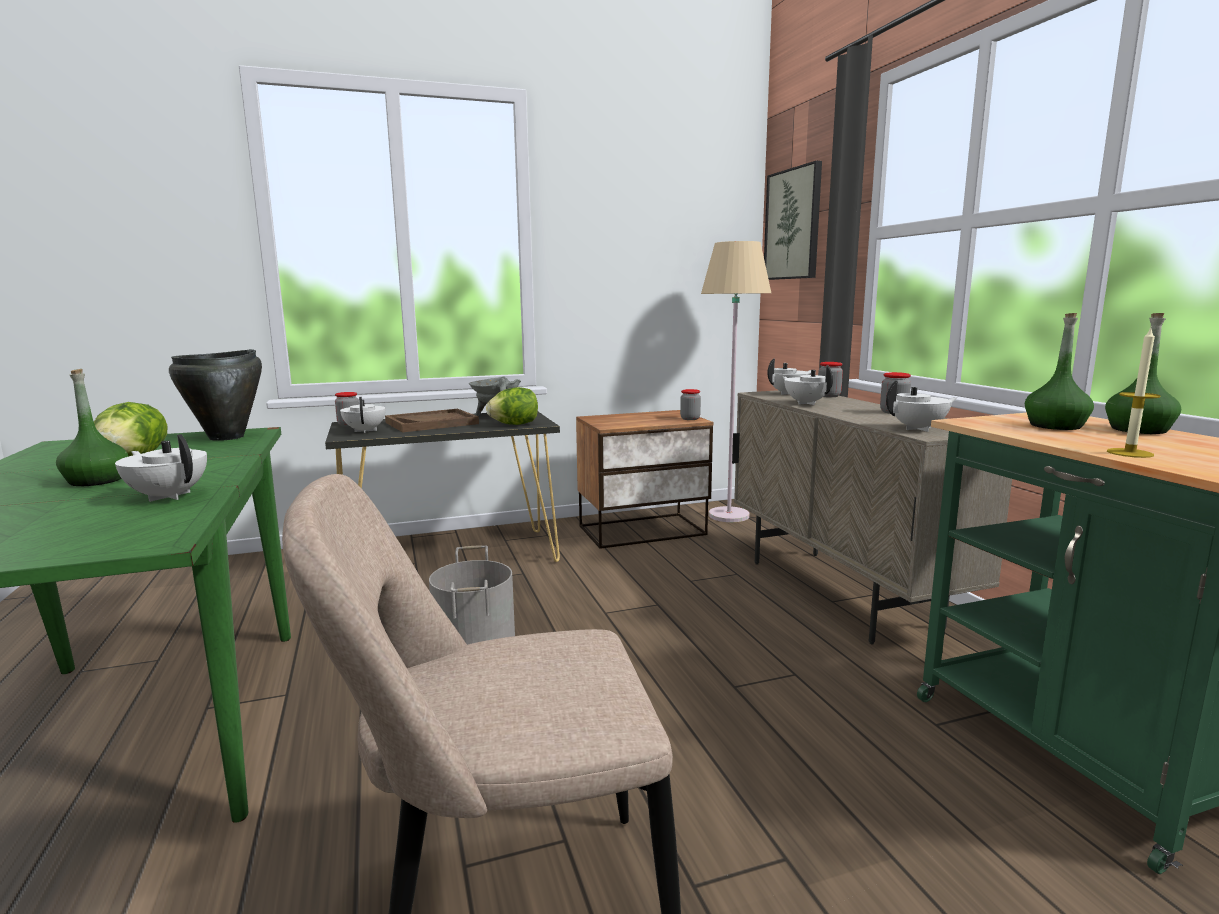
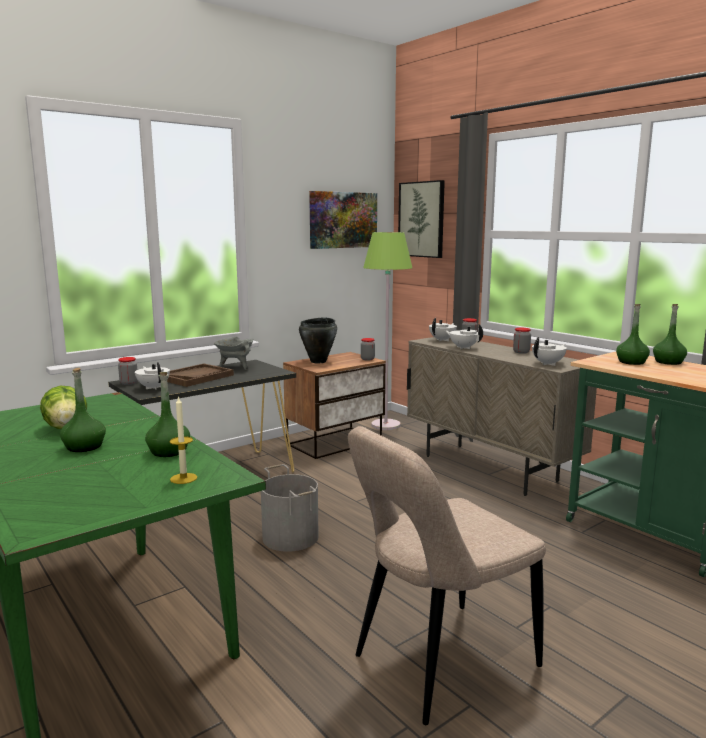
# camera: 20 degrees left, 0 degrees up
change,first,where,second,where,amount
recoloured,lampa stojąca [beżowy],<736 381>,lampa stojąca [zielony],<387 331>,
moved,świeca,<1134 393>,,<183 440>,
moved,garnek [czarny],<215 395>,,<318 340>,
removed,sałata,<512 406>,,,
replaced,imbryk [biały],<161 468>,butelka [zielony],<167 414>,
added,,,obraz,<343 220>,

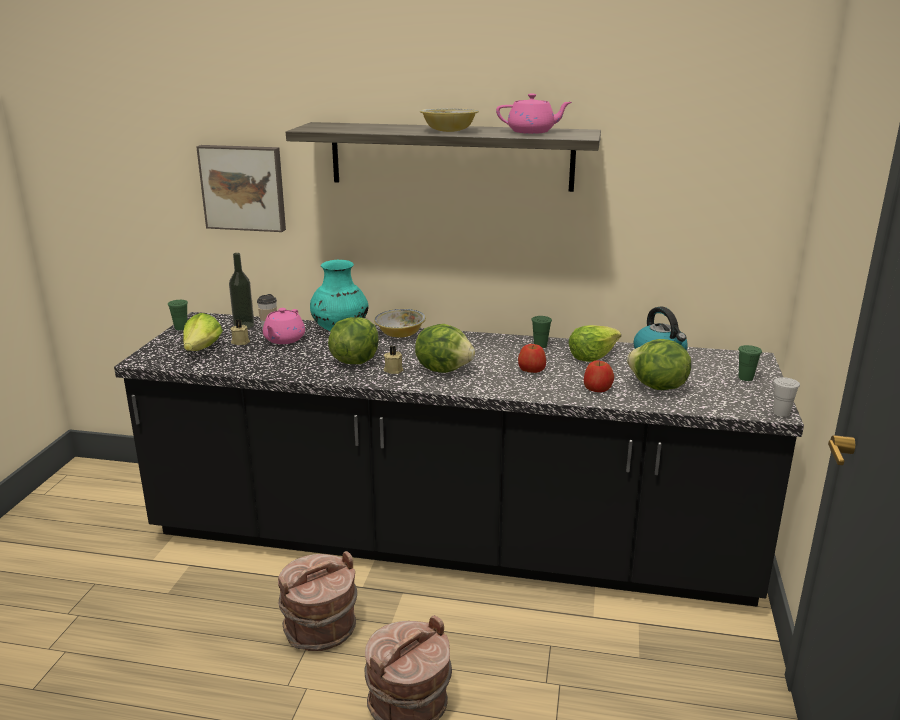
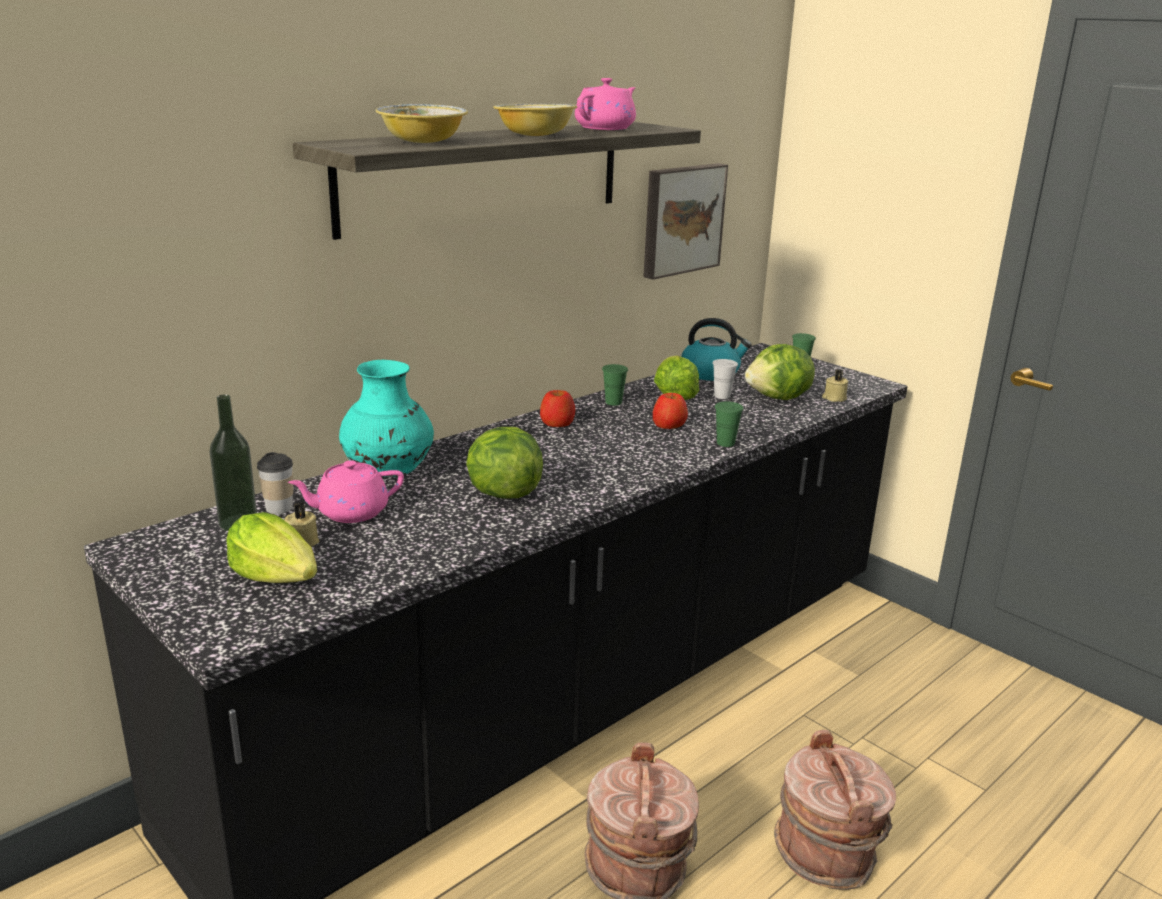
# camera: 55 degrees left, 0 degrees up
change,first,where,second,where,amount
moved,obraz,<241 188>,,<685 221>,
moved,filiżanka [zielony],<178 315>,,<729 424>,
turned,imbryk [różowy],<284 326>,,<346 491>,105 degrees clockwise
moved,miska,<400 323>,,<422 123>,
removed,sałata,<445 348>,,,
moved,świeca [beżowy],<393 360>,,<835 385>,
moved,jabłko,<599 376>,,<557 408>,
moved,filiżanka [biały],<786 397>,,<725 379>,

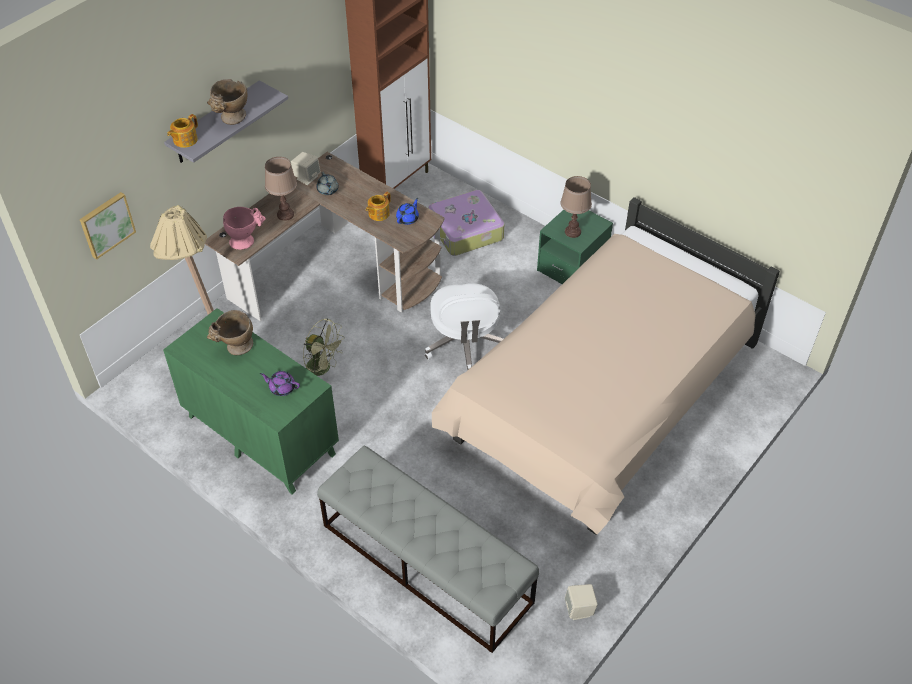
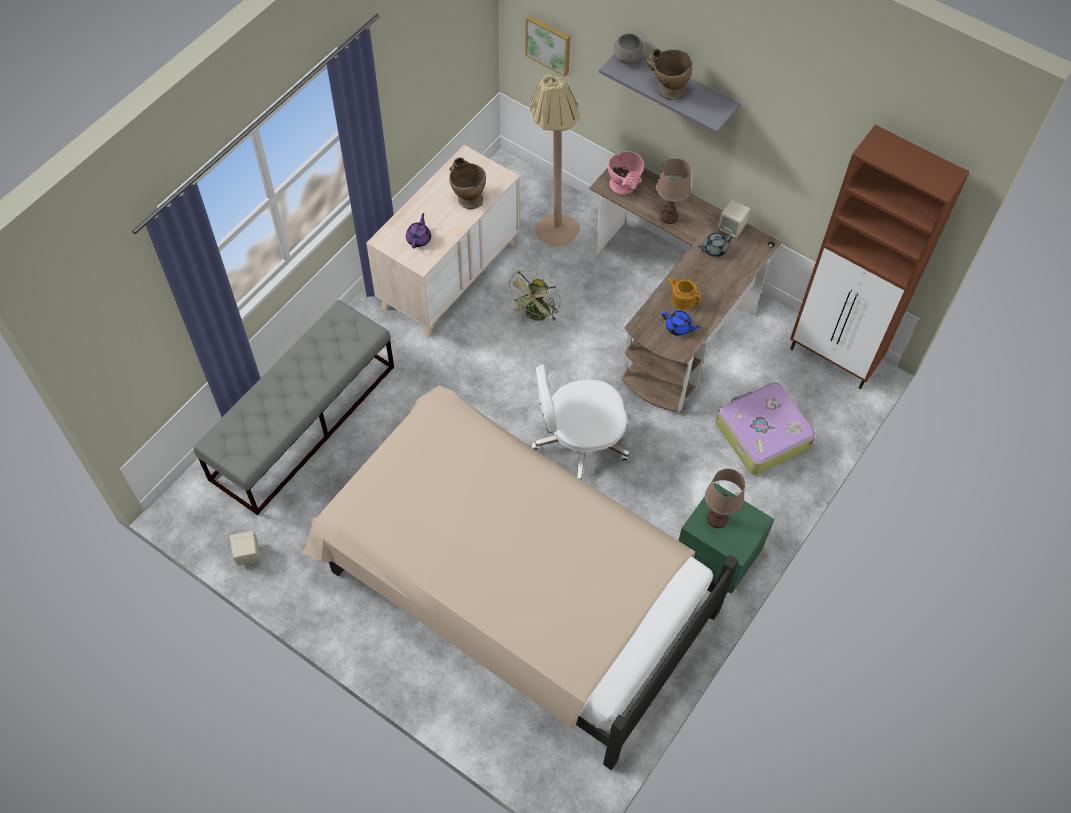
# camera: 85 degrees right, 10 degrees up
change,first,where,second,where,amount
replaced,imbryk,<182 131>,miska [szary],<628 49>,
recoloured,komoda [zielony],<251 401>,komoda [beżowy],<443 241>,

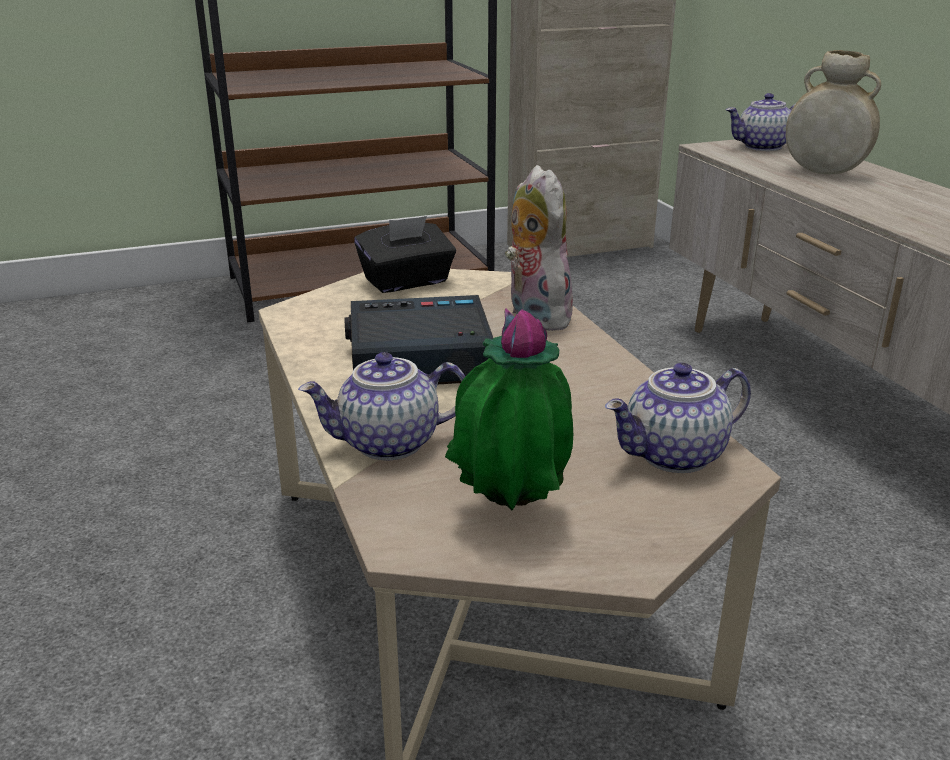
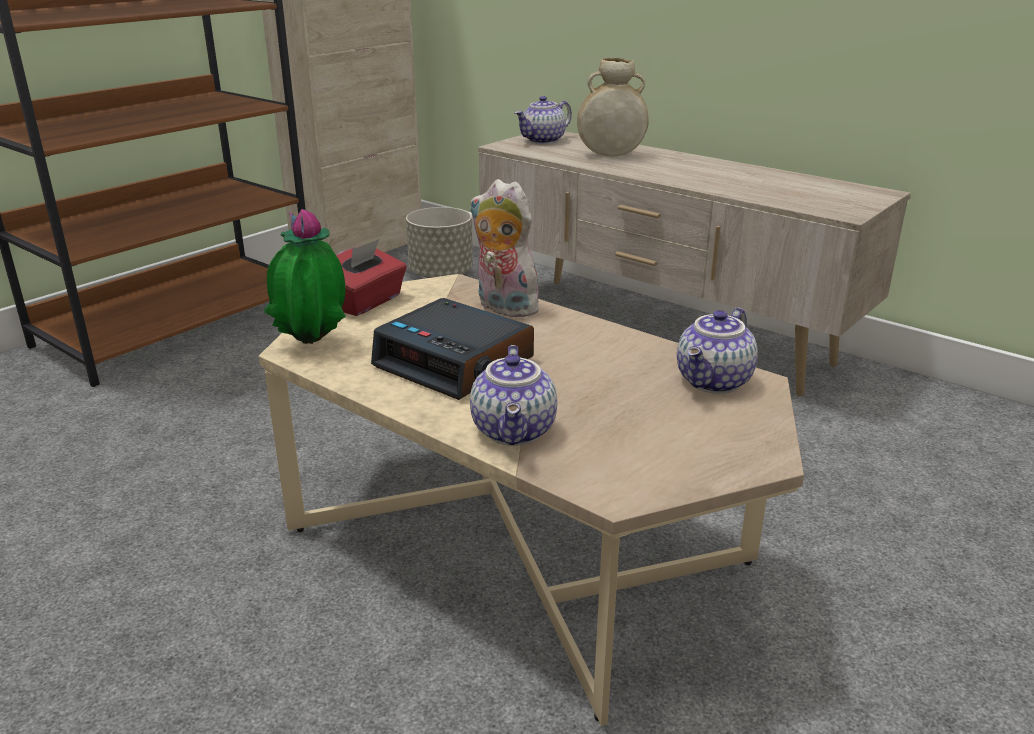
# camera: 30 degrees left, 0 degrees up
change,first,where,second,where,amount
recoloured,pudełko chusteczek [czarny],<405 254>,pudełko chusteczek [czerwony],<371 277>,
turned,budzik,<418 339>,,<452 349>,105 degrees counterclockwise
moved,roślina doniczkowa,<509 409>,,<305 276>,
turned,imbryk,<382 406>,,<513 395>,45 degrees counterclockwise
added,,,donica [szary],<439 242>,

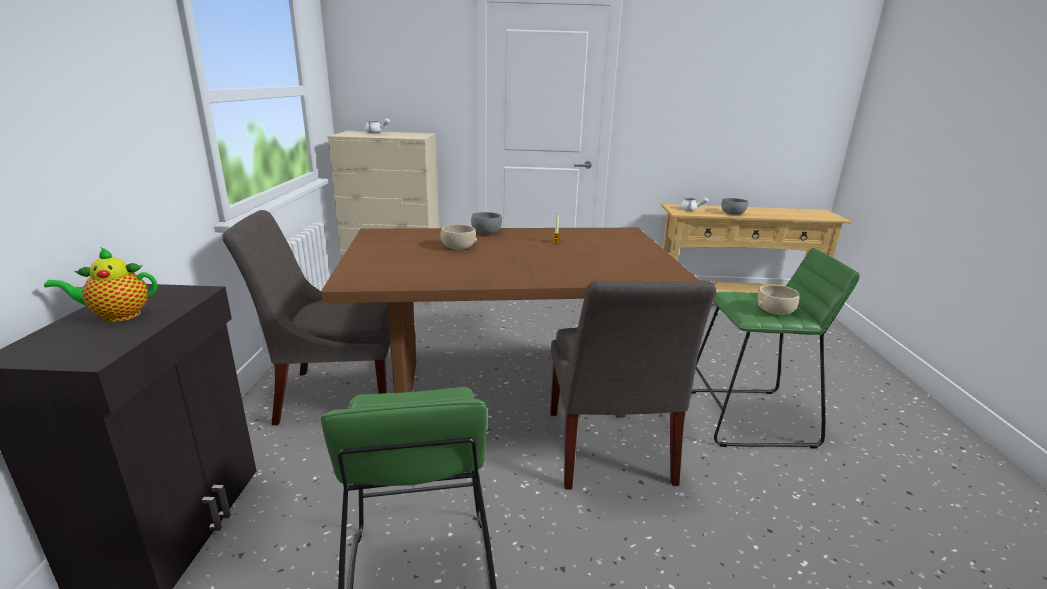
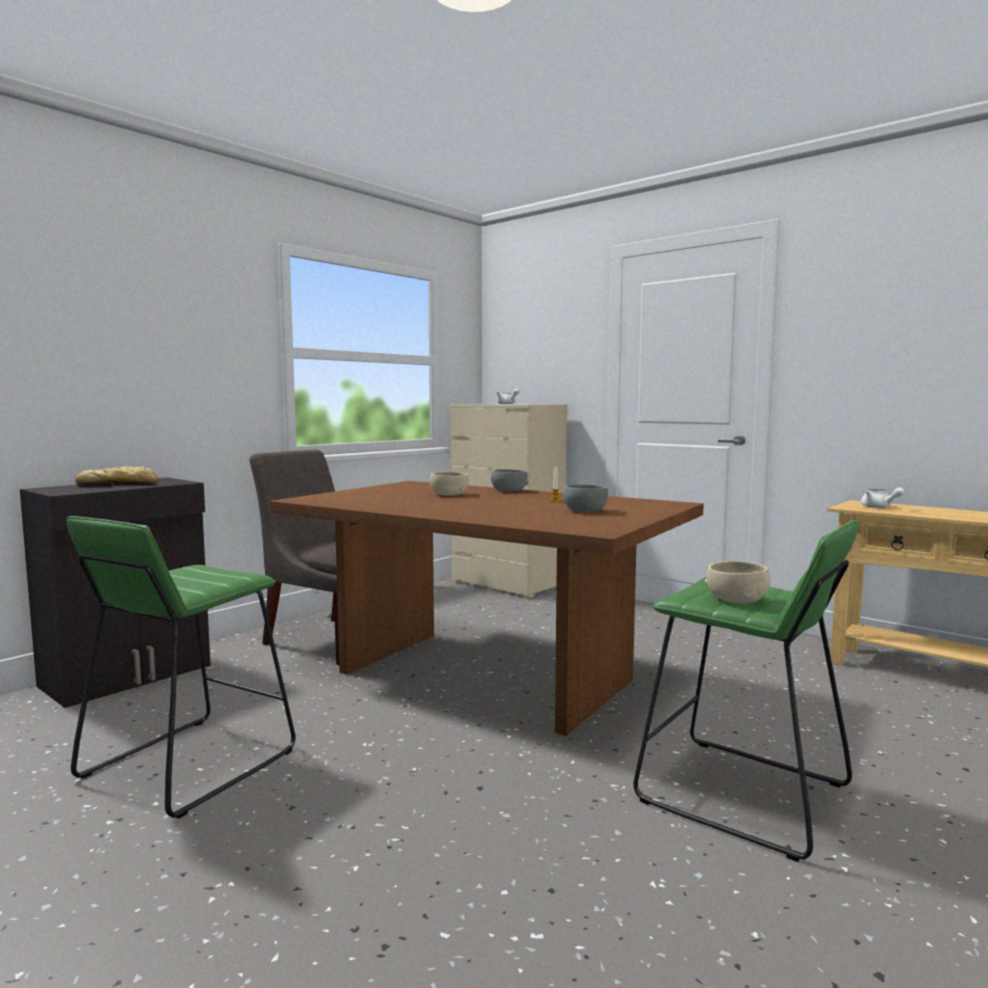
# camera: 40 degrees right, 15 degrees down
change,first,where,second,where,amount
moved,miska [szary],<735 206>,,<585 498>,
replaced,imbryk,<100 284>,chleb,<116 476>,
removed,krzesło [szary],<633 385>,,,

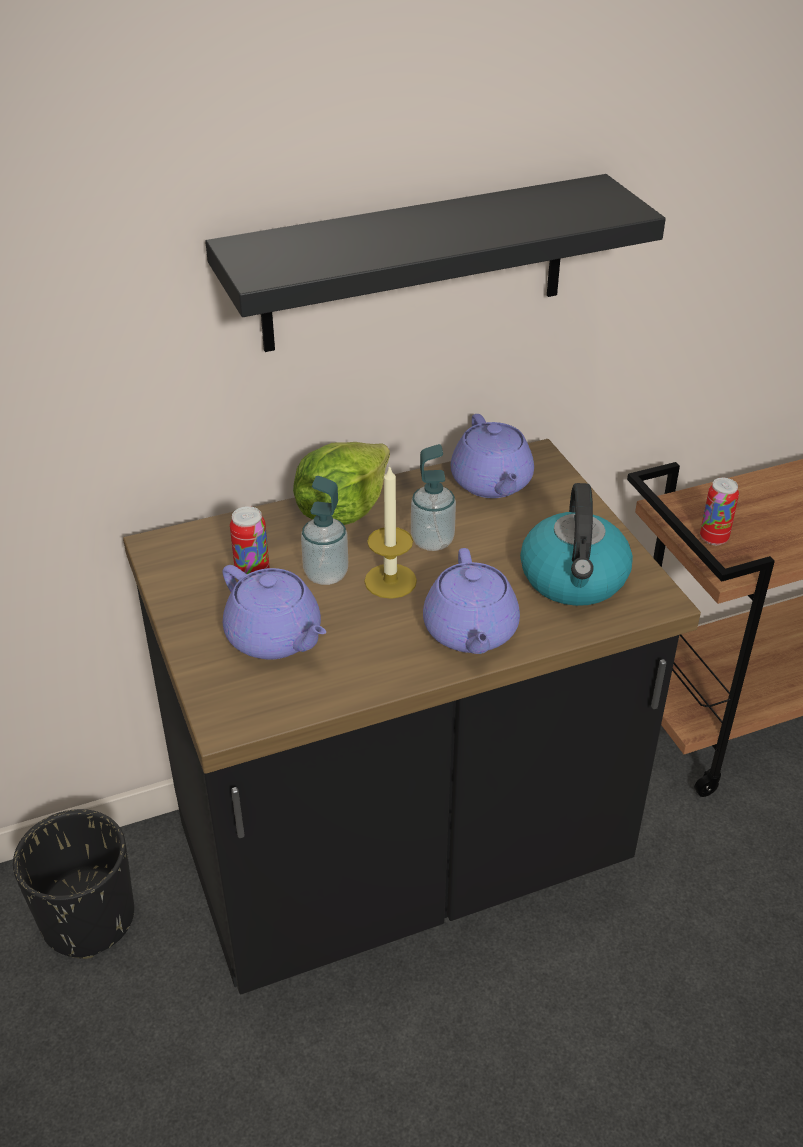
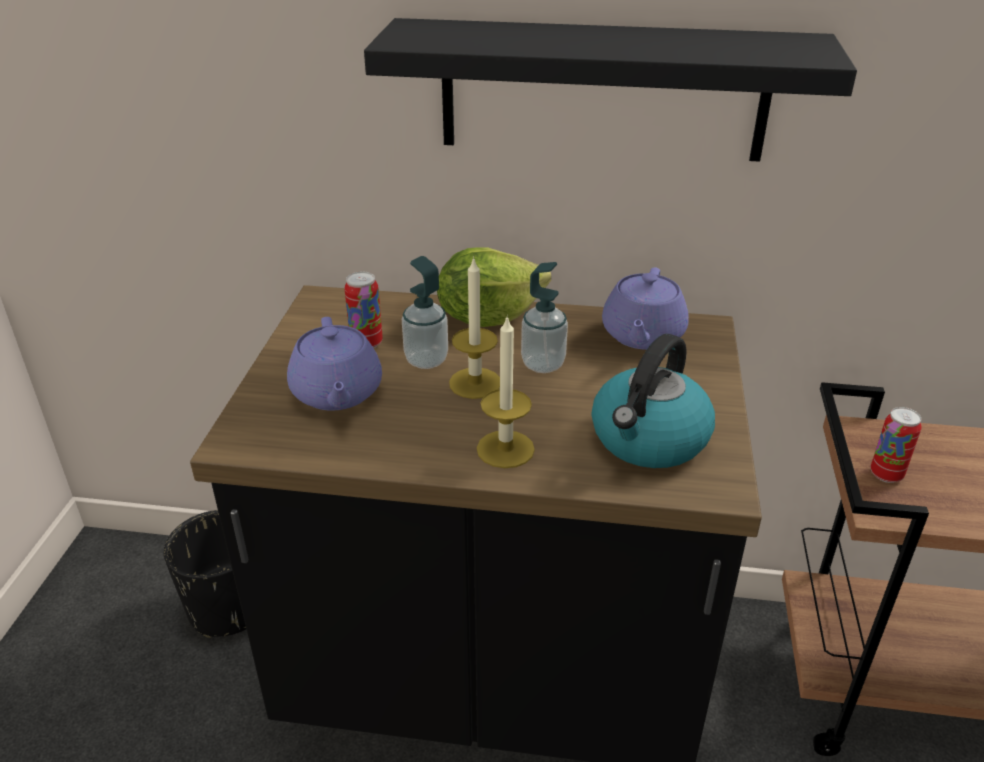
# camera: 30 degrees right, 5 degrees down
change,first,where,second,where,amount
replaced,imbryk [fioletowy],<471 601>,świeca,<506 391>,

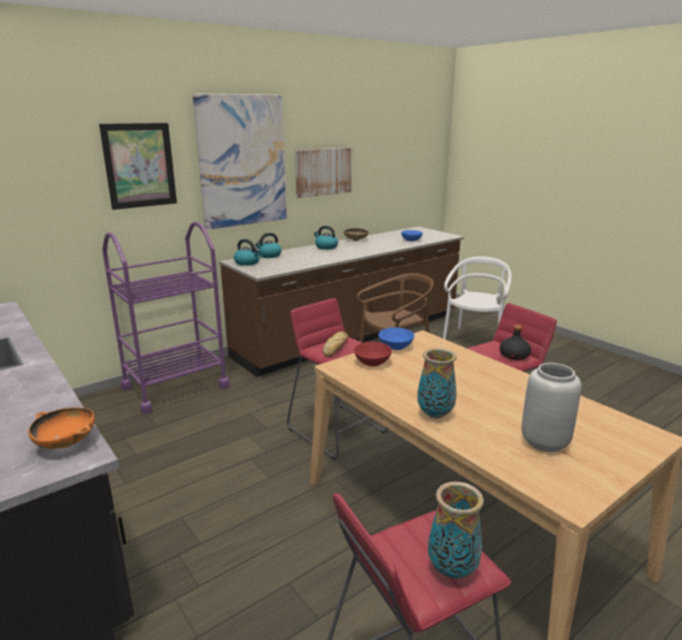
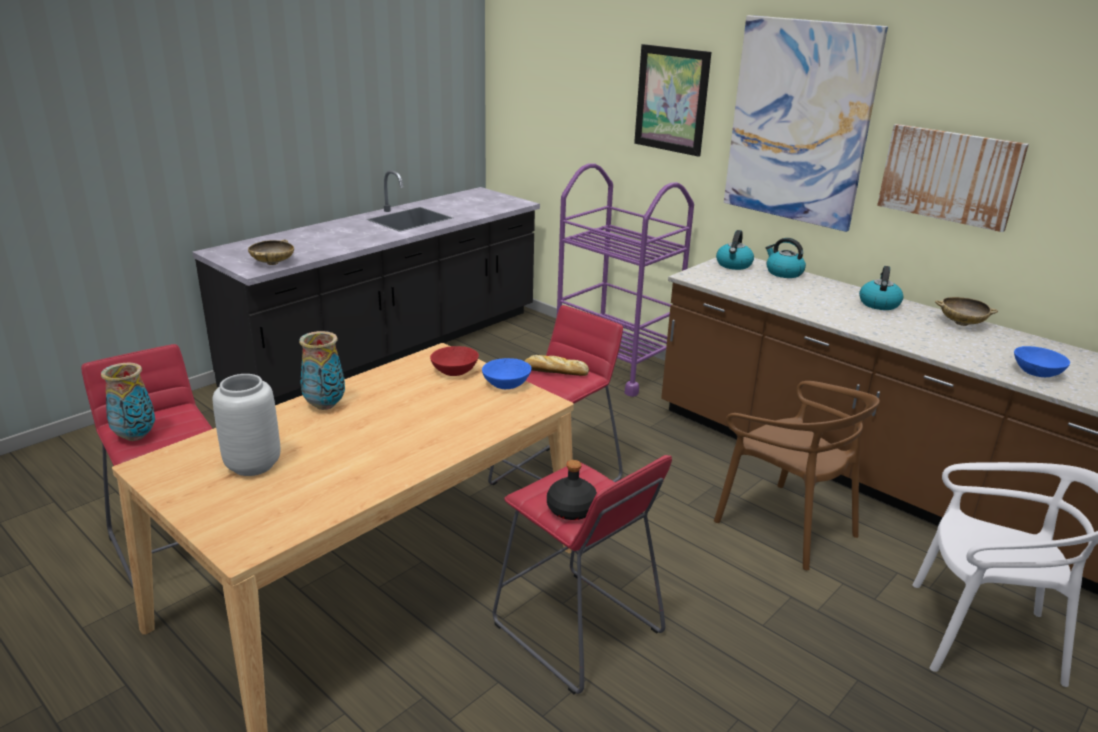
# camera: 80 degrees right, 5 degrees up
change,first,where,second,where,amount
recoloured,miska [pomarańczowy],<61 428>,miska [beżowy],<271 252>,

